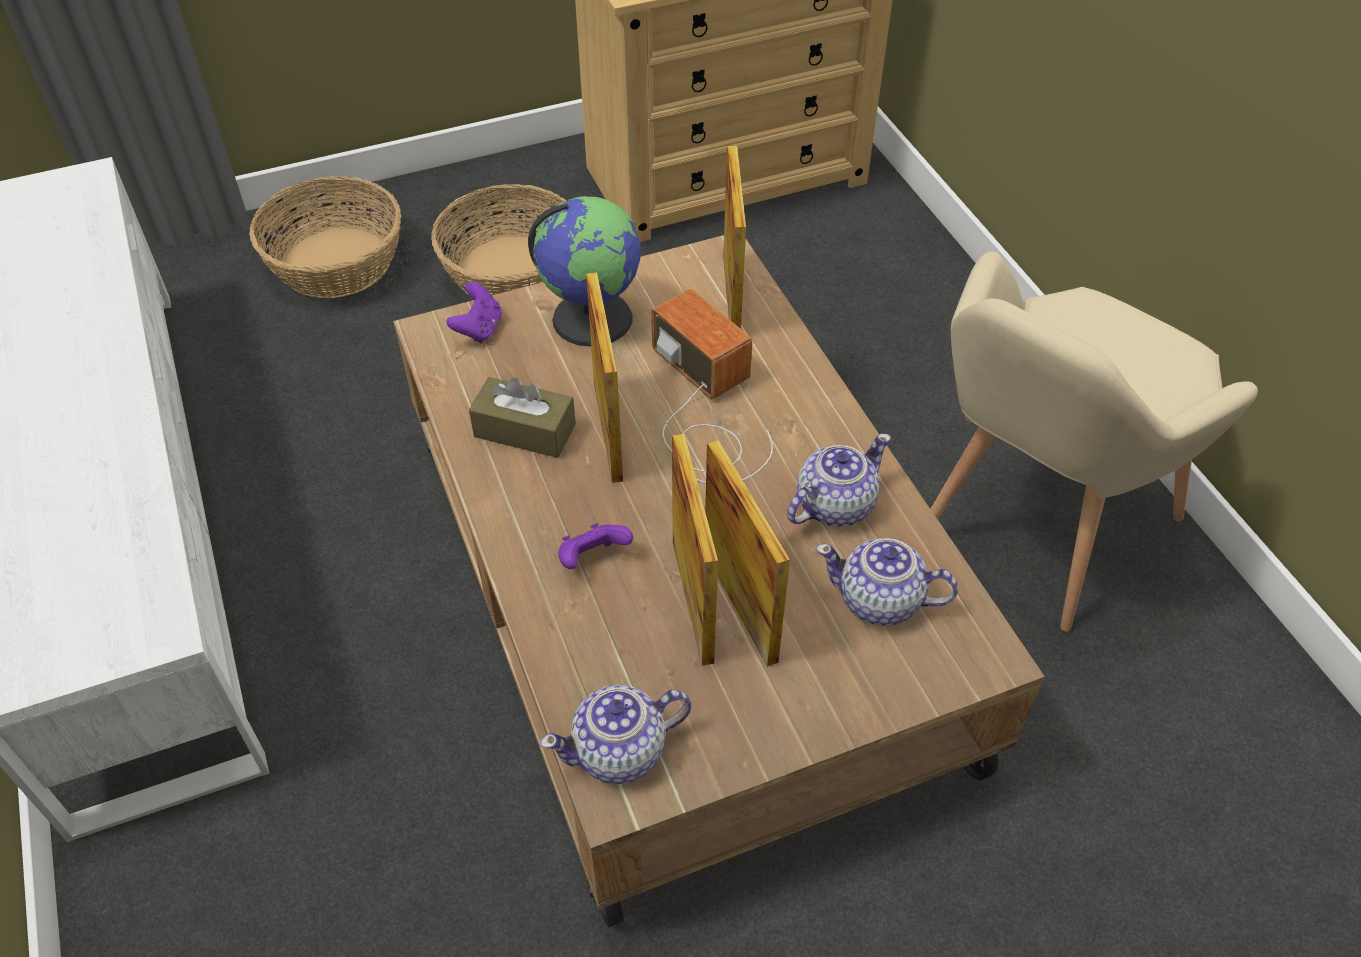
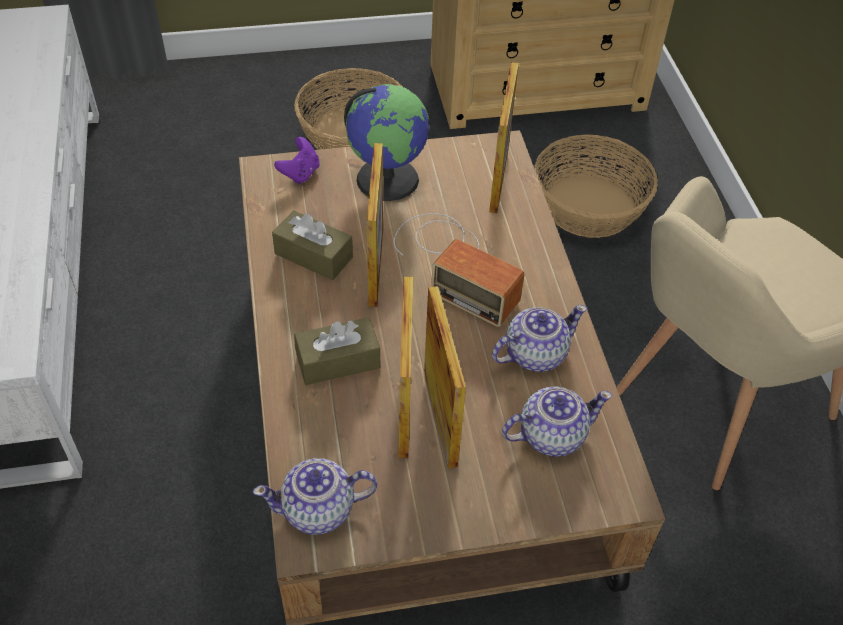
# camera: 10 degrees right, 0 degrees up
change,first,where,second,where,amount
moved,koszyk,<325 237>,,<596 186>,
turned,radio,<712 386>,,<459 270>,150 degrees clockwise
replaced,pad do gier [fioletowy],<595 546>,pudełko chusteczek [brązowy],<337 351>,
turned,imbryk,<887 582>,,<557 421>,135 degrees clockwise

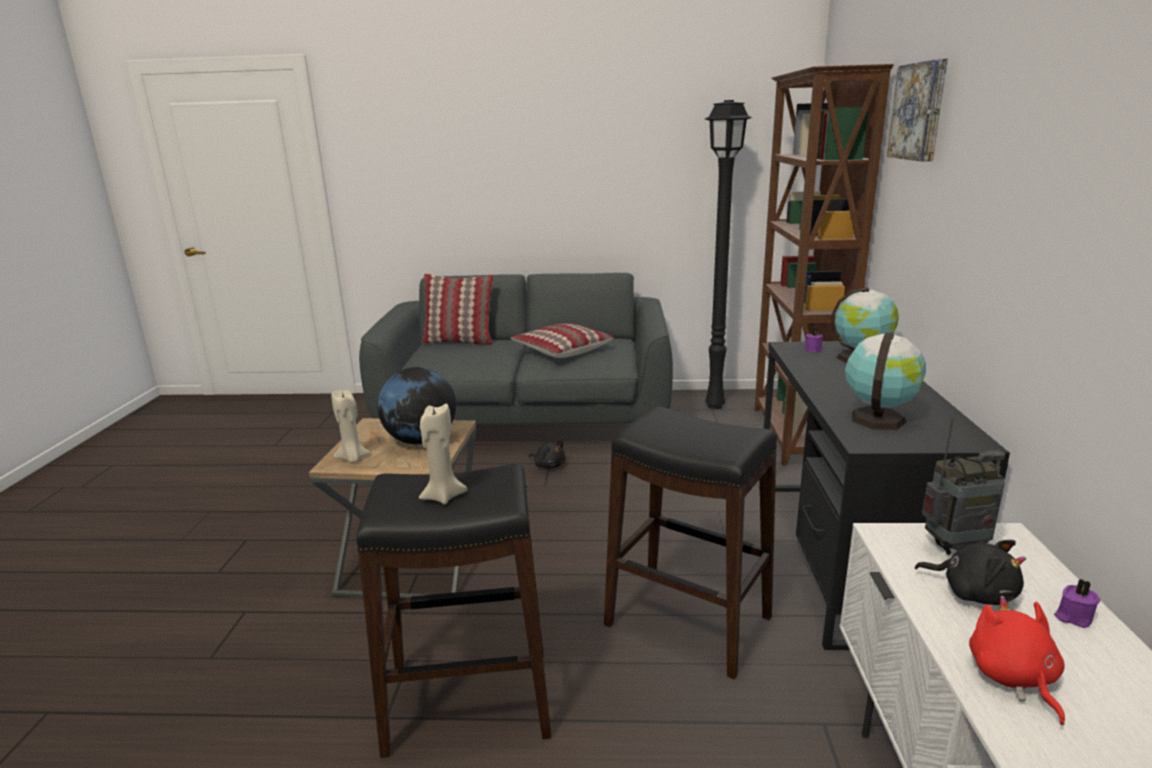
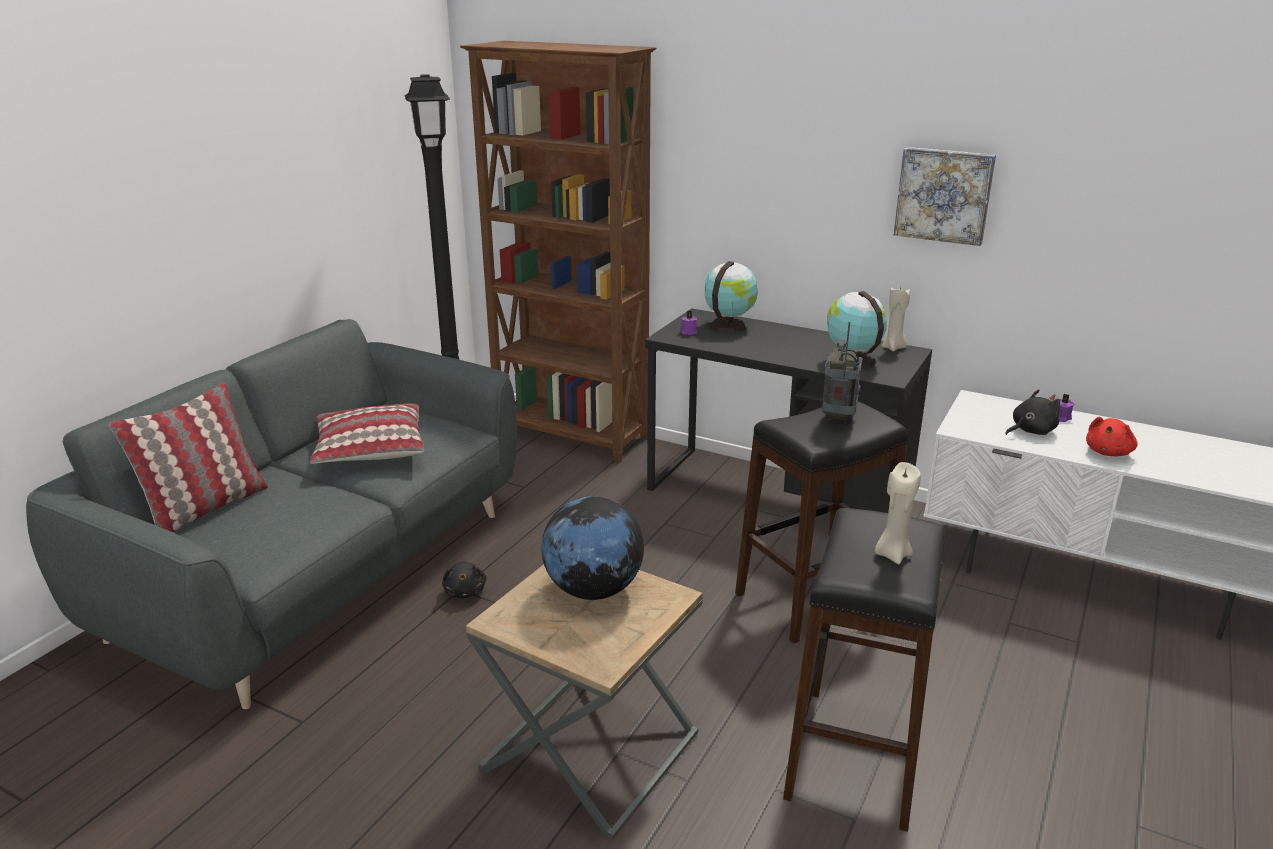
# camera: 65 degrees left, 5 degrees up
change,first,where,second,where,amount
moved,obraz,<917 110>,,<945 196>,
moved,świeca [beżowy],<351 426>,,<896 319>,
moved,radio,<963 485>,,<842 373>,
turned,pluszak [czarny],<547 454>,,<464 579>,105 degrees clockwise
turned,pluszak [czerwony],<1017 660>,,<1111 436>,75 degrees counterclockwise

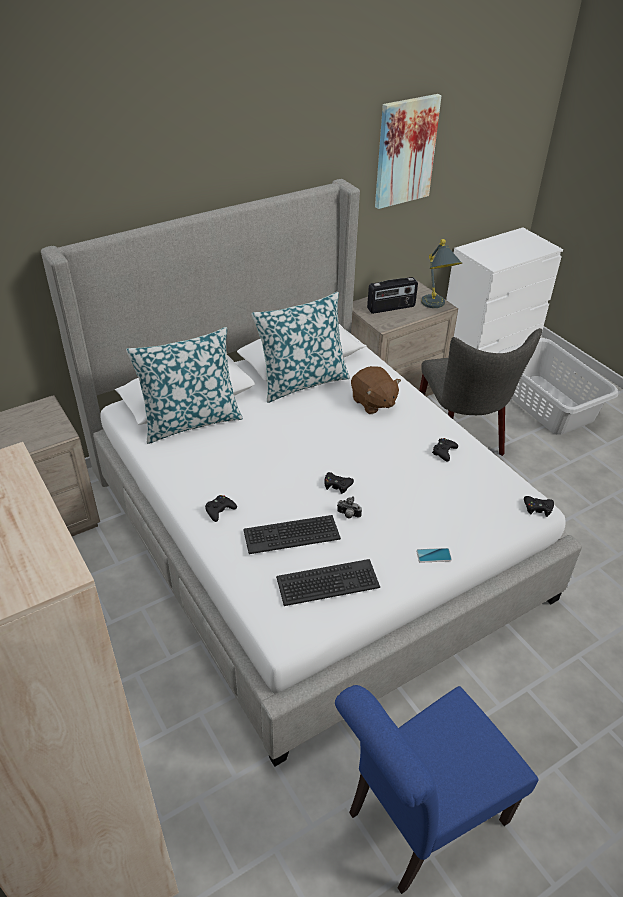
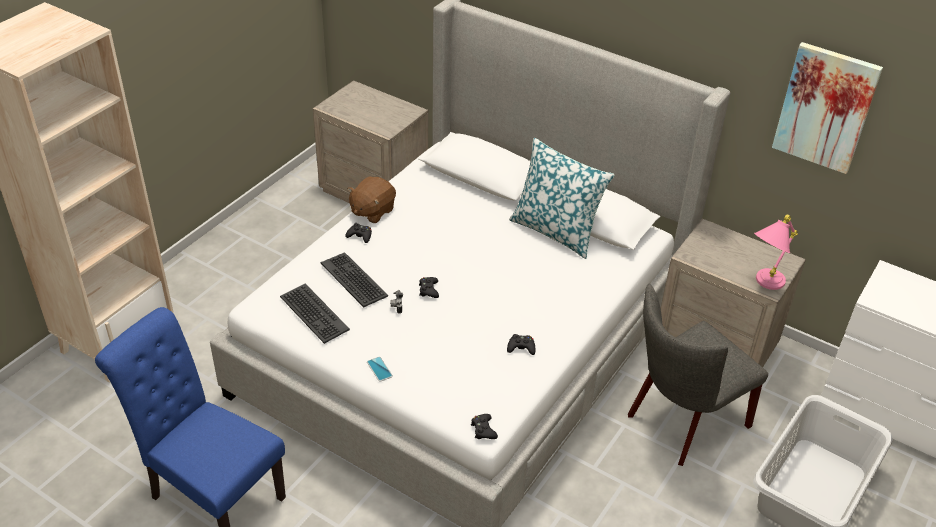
# camera: 65 degrees right, 0 degrees up
change,first,where,second,where,amount
recoloured,lampa stołowa [szary],<441 273>,lampa stołowa [różowy],<776 252>,
removed,radio,<392 295>,,,
removed,poduszka,<184 385>,,,
moved,pluszak [brązowy],<376 390>,,<371 200>,

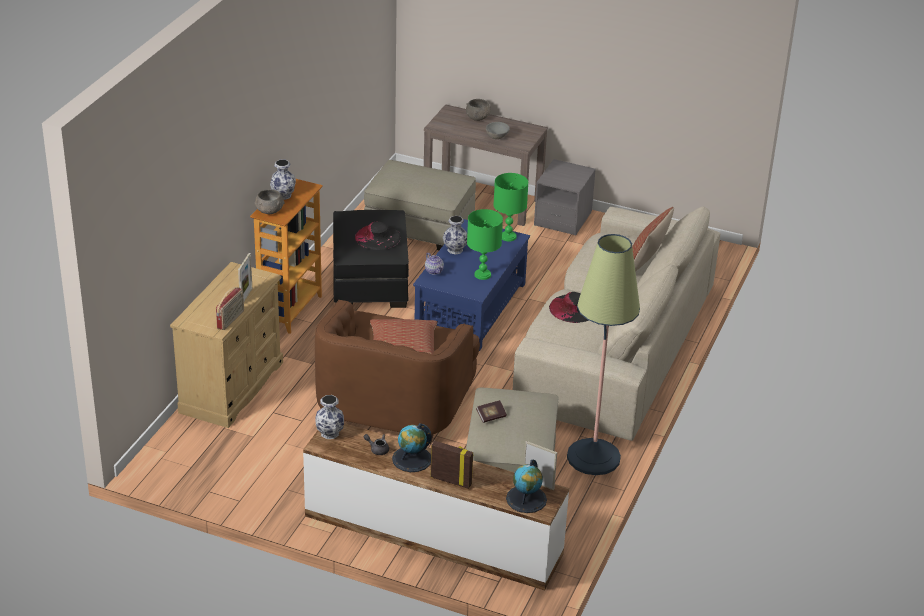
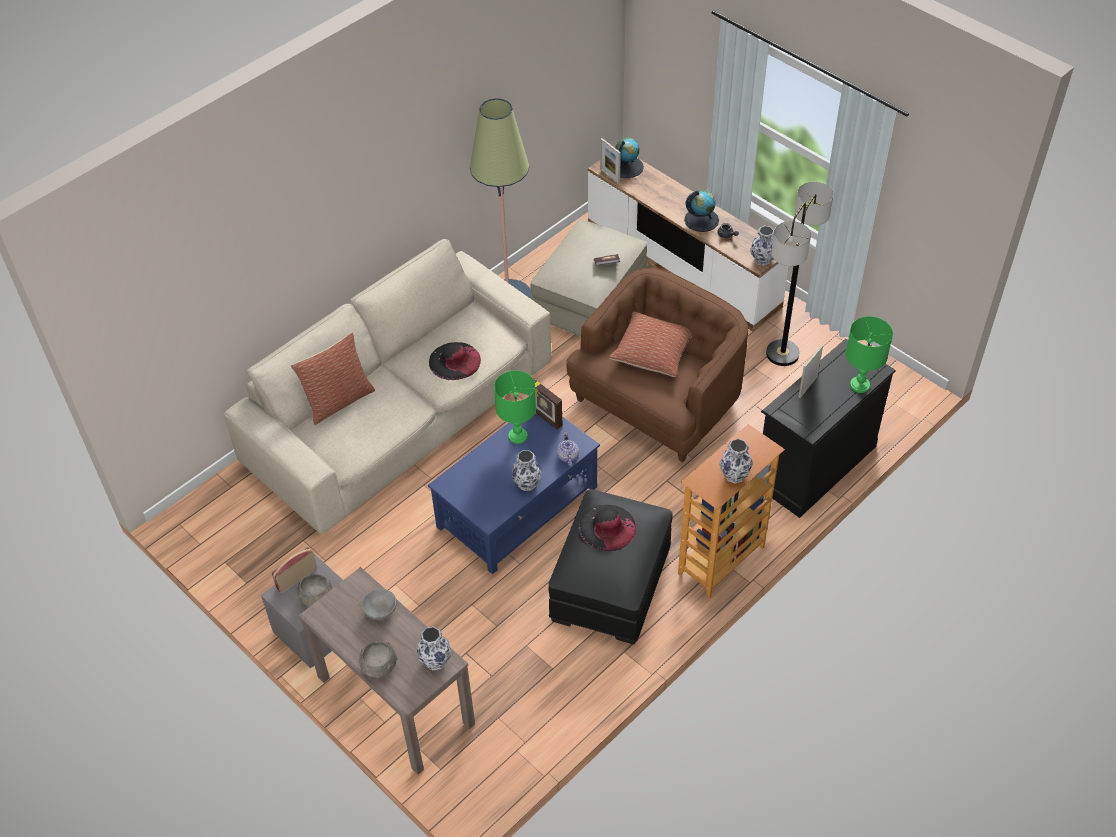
# camera: 155 degrees left, 15 degrees up
change,first,where,second,where,amount
removed,pufa [beżowy],<420 205>,,,
moved,lampa stołowa [zielony],<510 207>,,<869 354>,
moved,miska [szary],<269 201>,,<314 590>,
recoloured,komoda [beżowy],<226 345>,komoda [czarny],<828 428>,
moved,radio,<230 308>,,<294 570>,
moved,ramka na zdjęcie,<452 465>,,<547 404>,
added,,,lampa stojąca,<800 274>,
added,,,wazon,<433 648>,

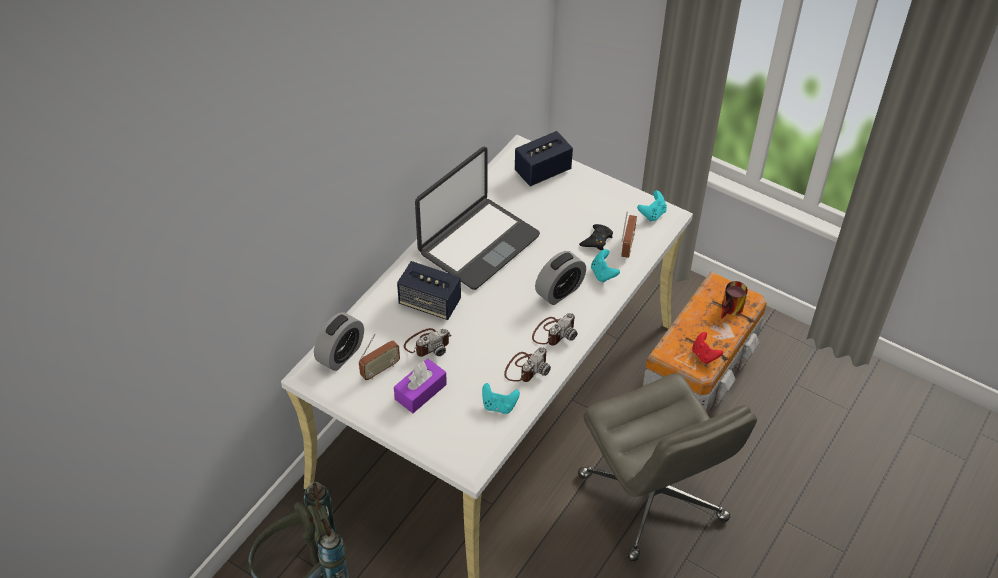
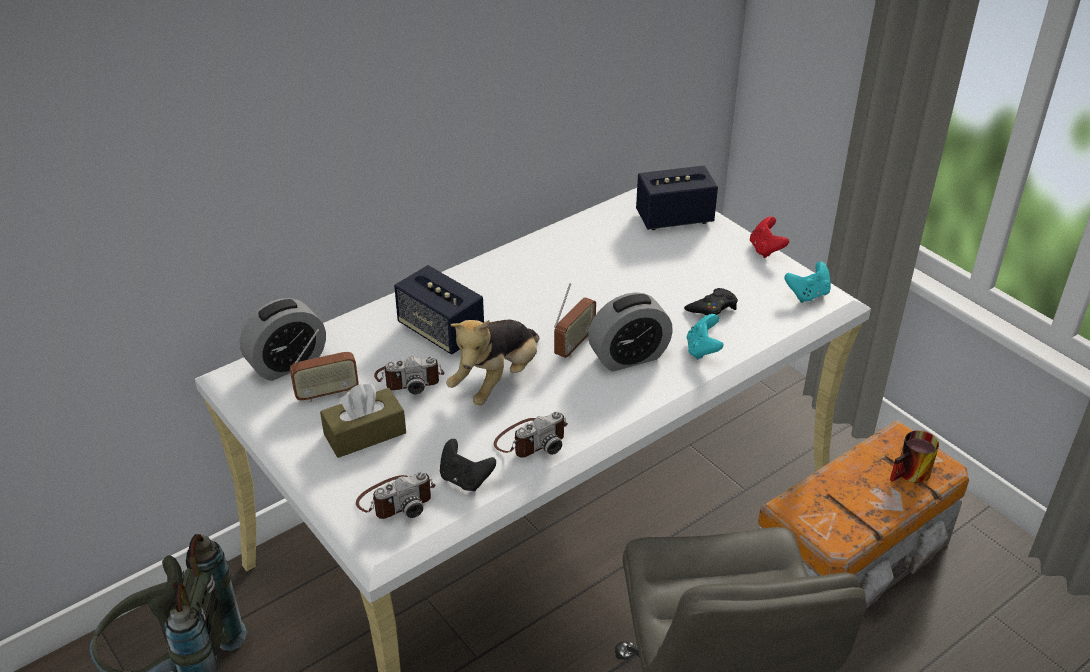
# camera: 20 degrees right, 10 degrees down
change,first,where,second,where,amount
removed,laptop,<477 218>,,,
moved,radio,<629 235>,,<575 320>,
moved,aparat fotograficzny,<555 329>,,<396 495>,
moved,pad do gier [czerwony],<707 348>,,<769 237>,
recoloured,pudełko chusteczek [fioletowy],<420 385>,pudełko chusteczek [brązowy],<363 421>,
recoloured,pad do gier [turkusowy],<501 398>,pad do gier [czarny],<468 465>,
added,,,pluszak,<492 362>,

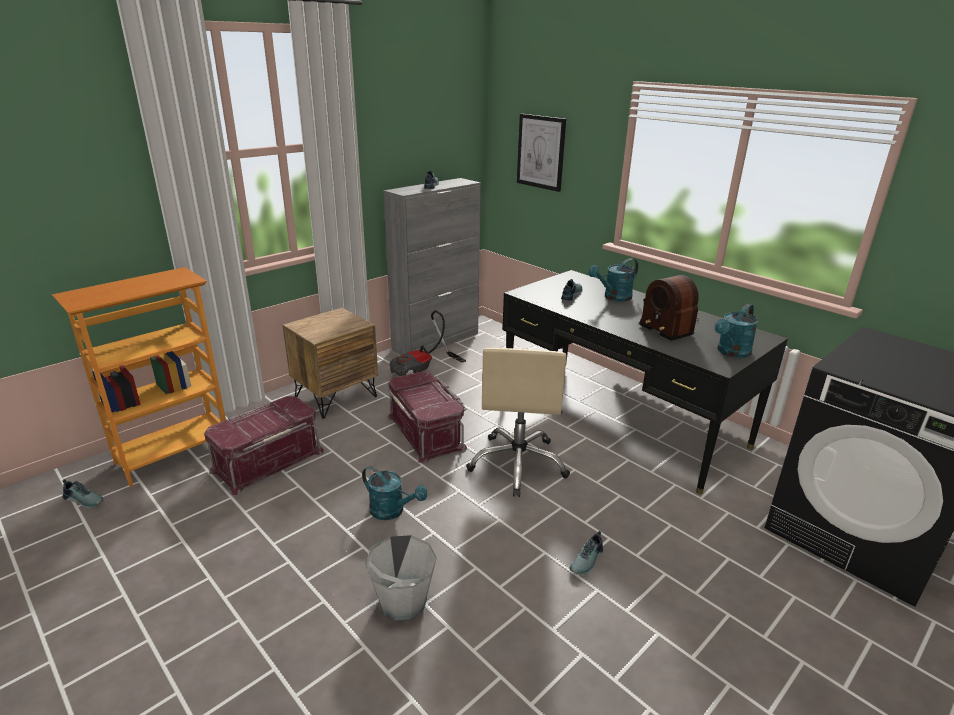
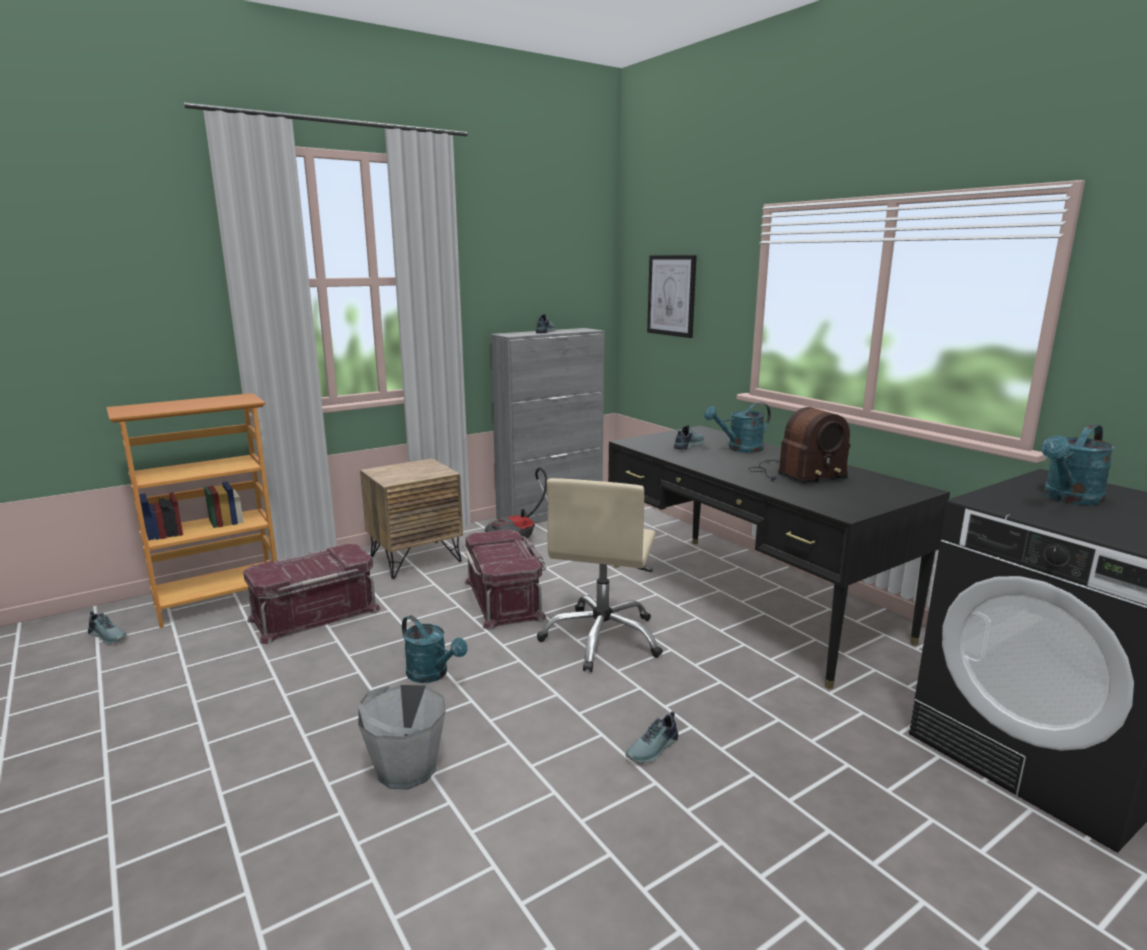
# camera: 10 degrees right, 10 degrees down
change,first,where,second,where,amount
turned,radio,<669 308>,,<799 445>,90 degrees counterclockwise
moved,konewka [turkusowy],<736 331>,,<1077 464>,

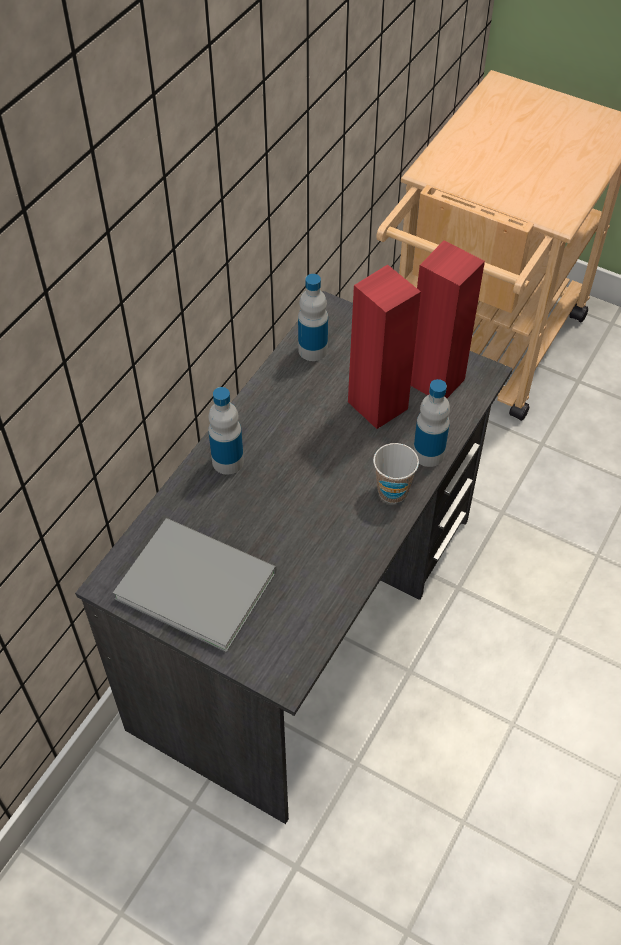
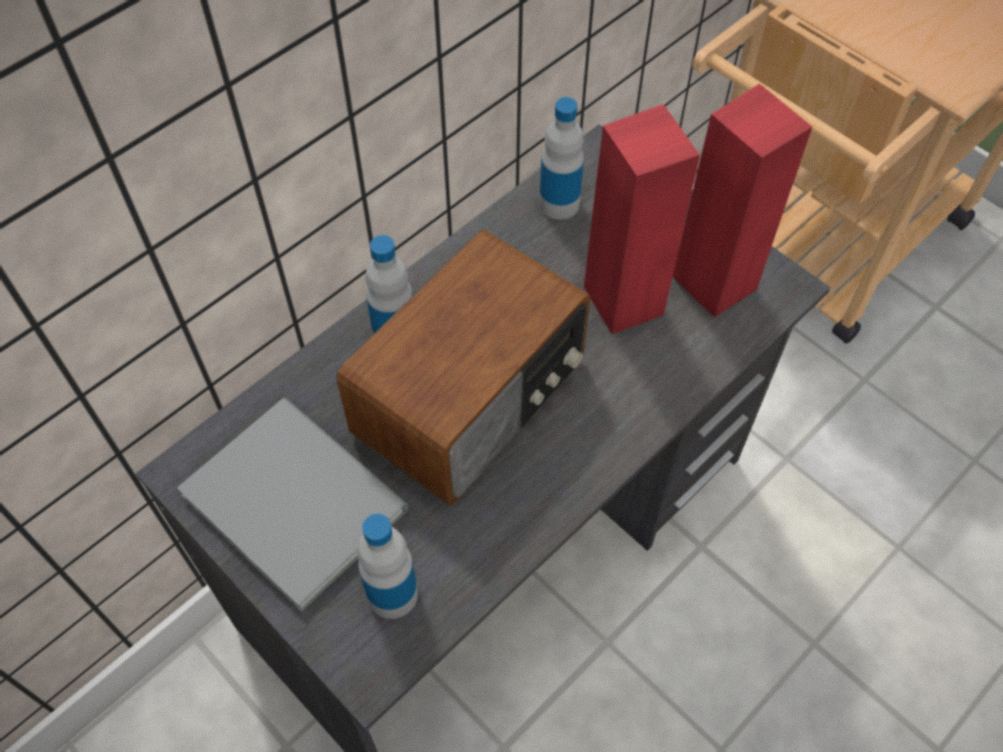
# camera: 15 degrees right, 5 degrees up
change,first,where,second,where,amount
moved,butelka,<431 423>,,<387 566>,
removed,filiżanka,<396 473>,,,
added,,,radio,<463 367>,

